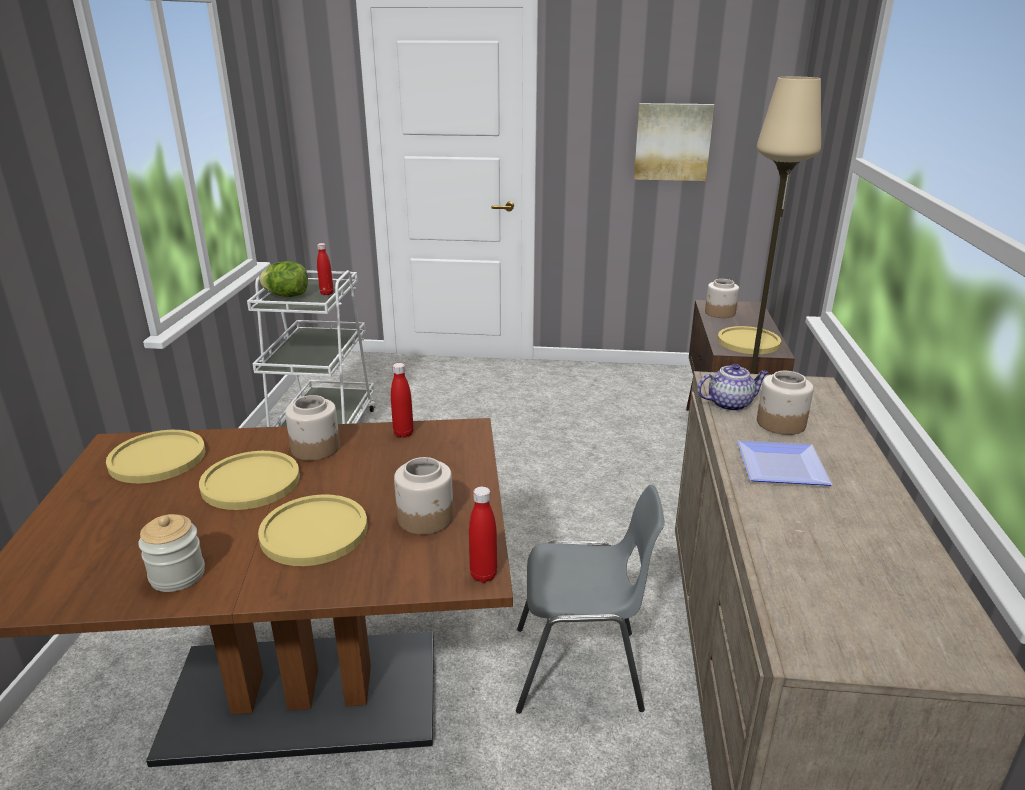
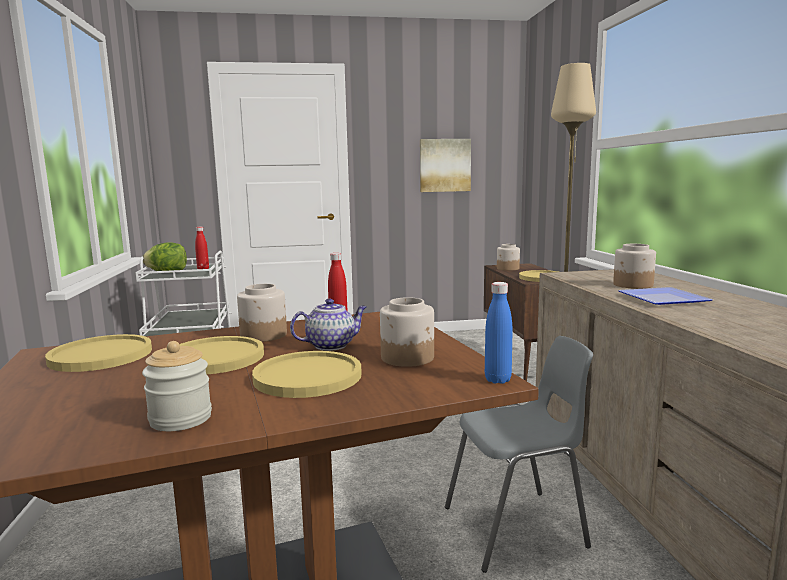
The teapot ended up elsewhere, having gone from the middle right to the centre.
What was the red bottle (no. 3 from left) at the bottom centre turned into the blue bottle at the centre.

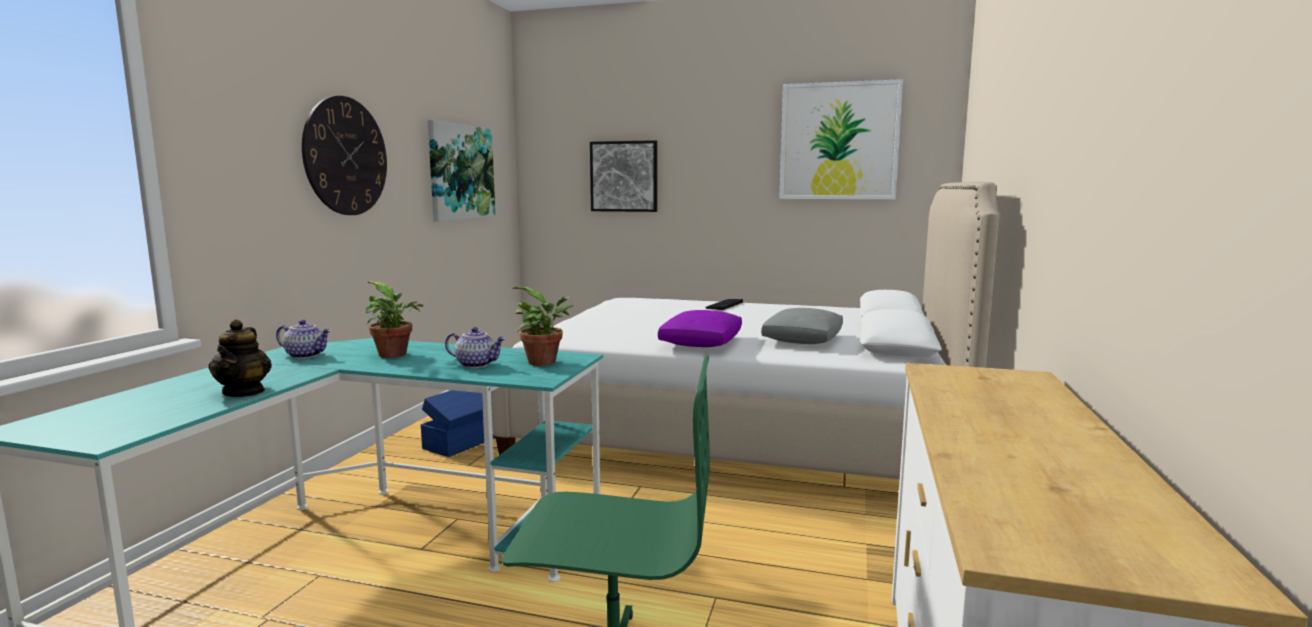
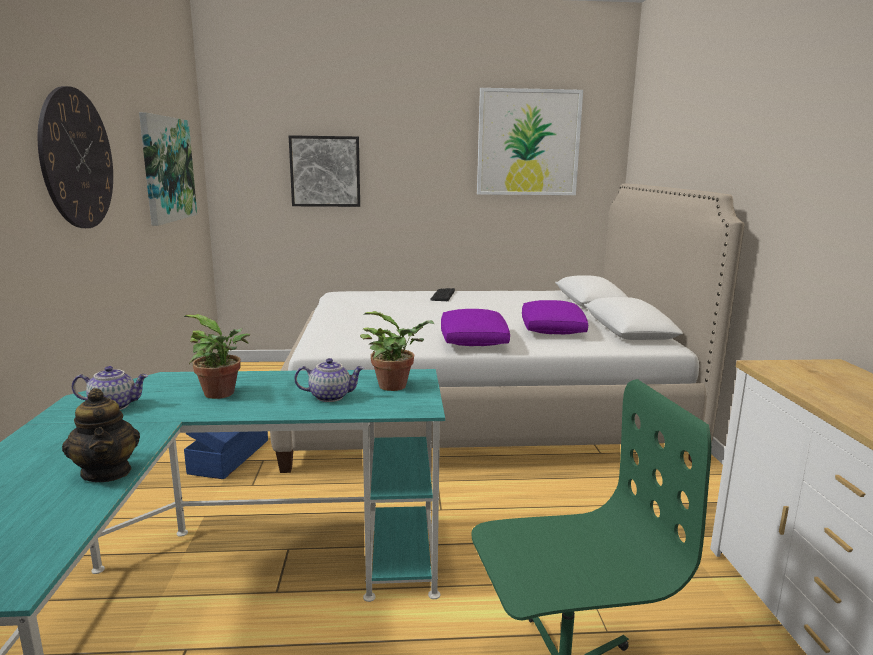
What was the grey pillow at the centre turned into the purple pillow (no. 2 from left) at the centre.

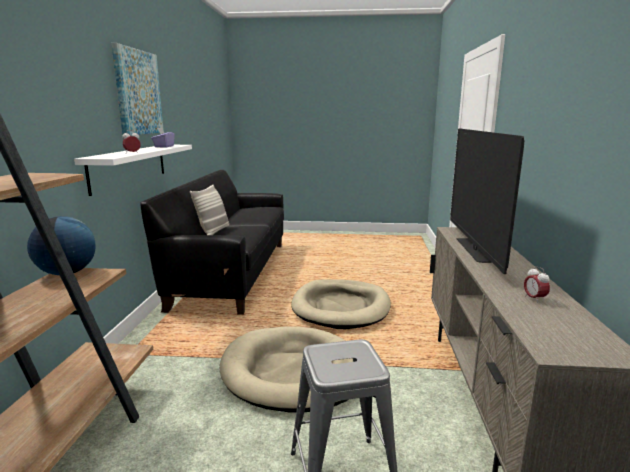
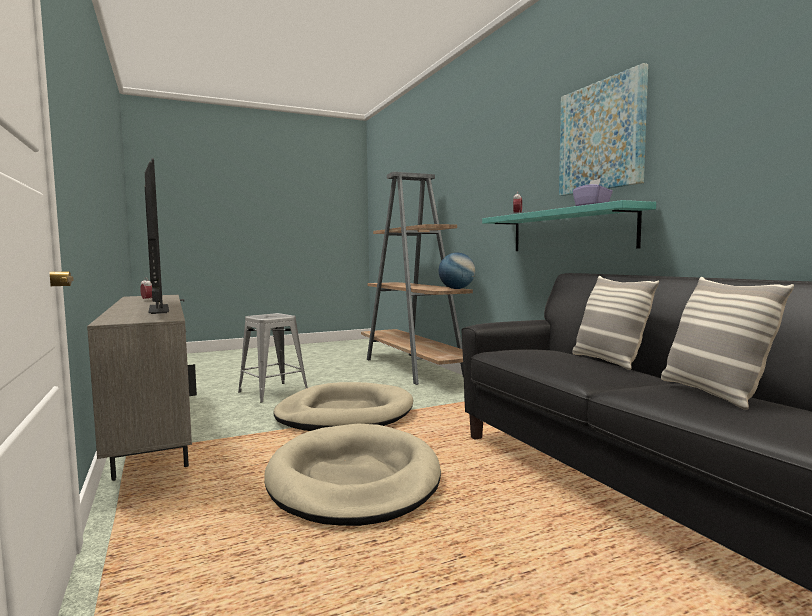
What was the white shelf at the middle left turned into the turquoise shelf at the middle right.
The second view gained the pillow (no. 2 from left) at the middle right.

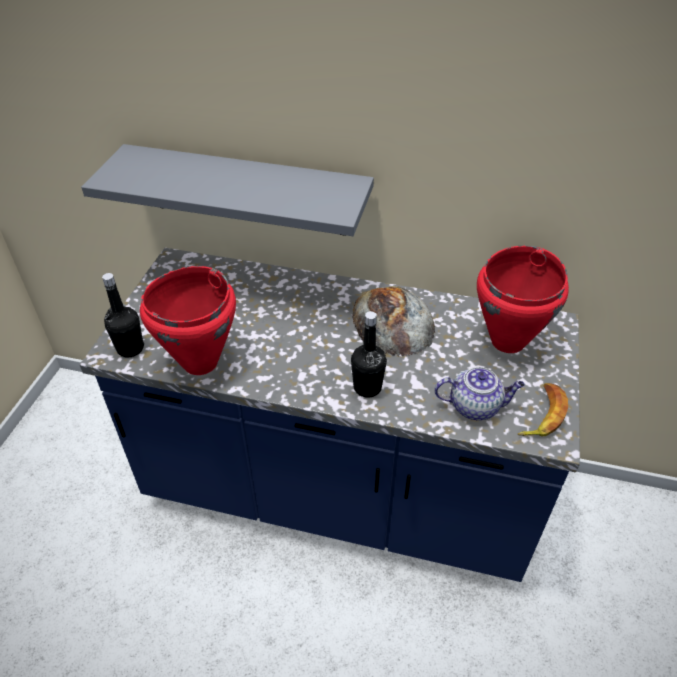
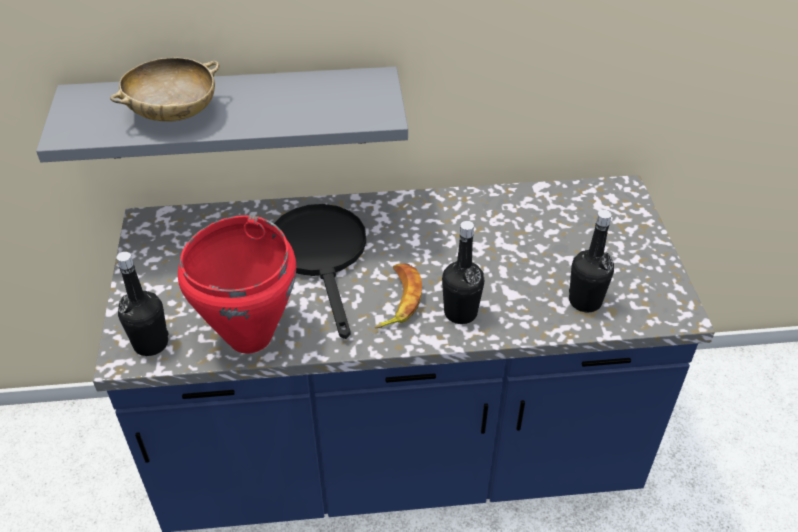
The second view lost the red cooking pot (no. 2 from left) at the middle right.
The second view lost the bread at the centre.
Where the teapot stood at the middle right, the black bottle (no. 3 from left) came to stand at the middle right.
The banana ended up elsewhere, having gone from the middle right to the centre.
The second view gained the beige bowl at the top left.
The second view gained the black frying pan at the centre.

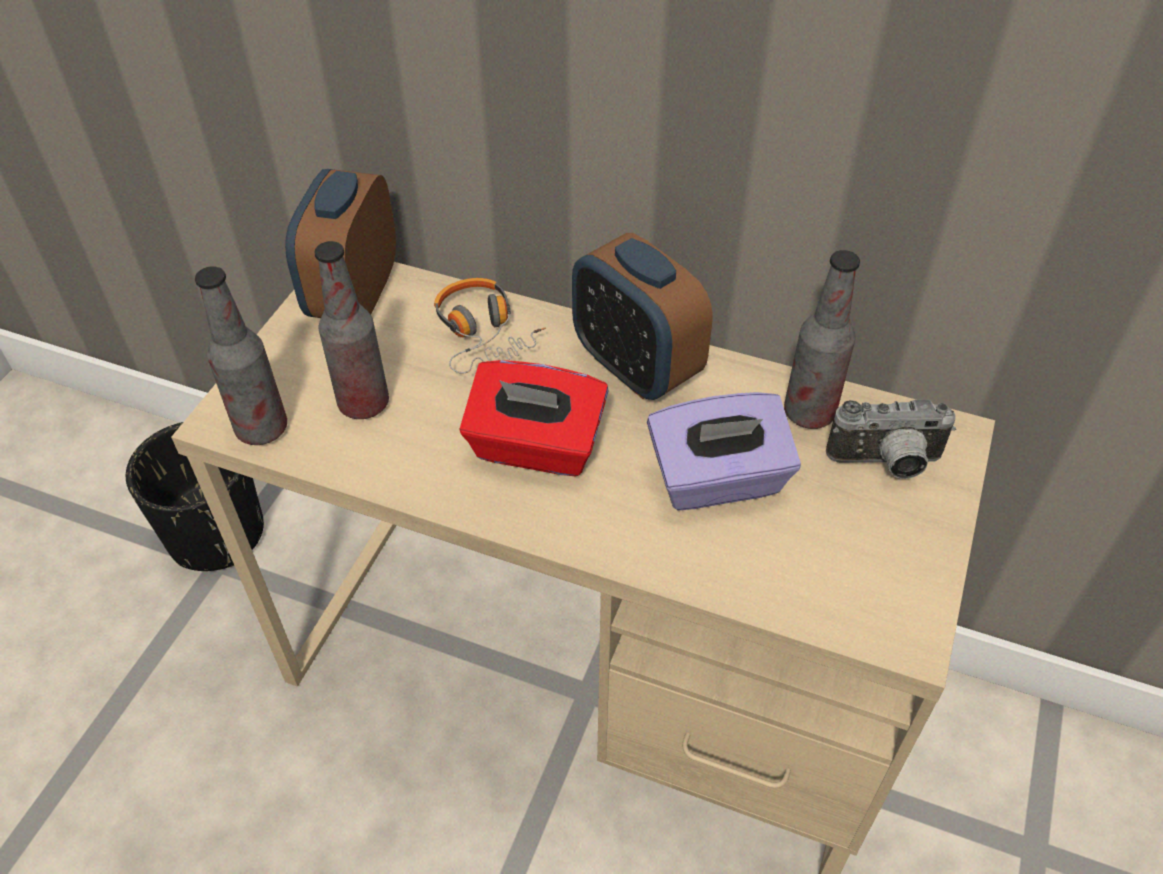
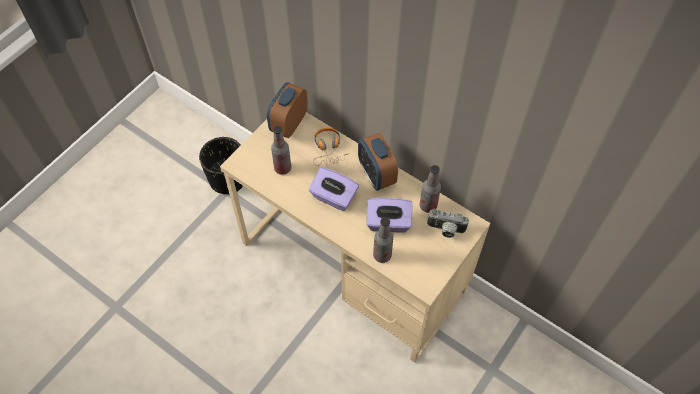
The bottle (no. 1 from left in the first image) ended up elsewhere, having gone from the middle left to the centre.
What was the red tissue box at the centre turned into the purple tissue box (no. 1 from left) at the centre.

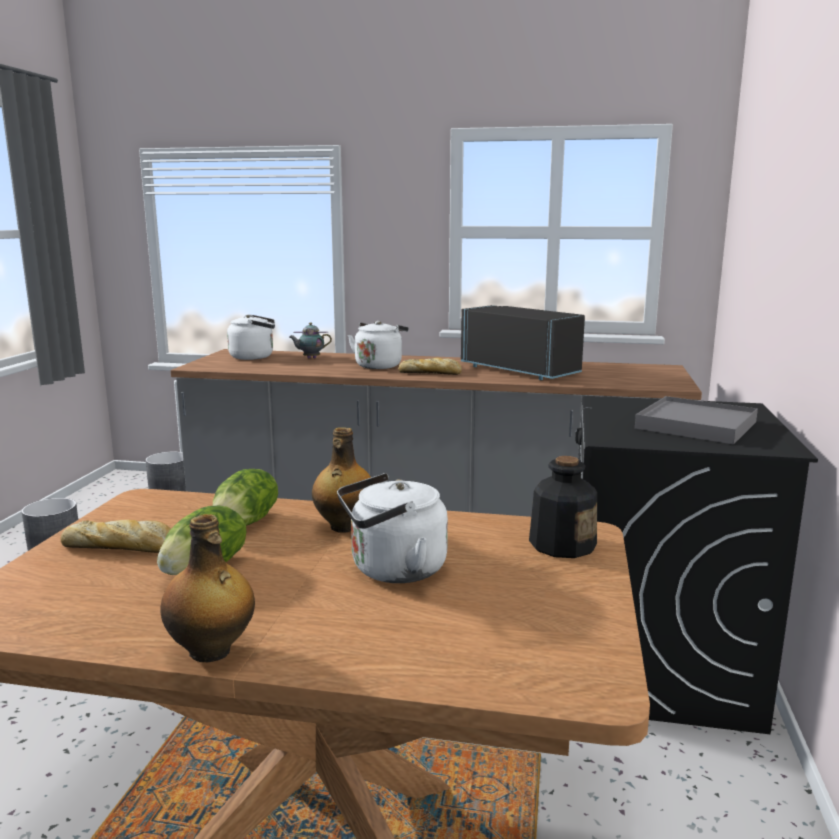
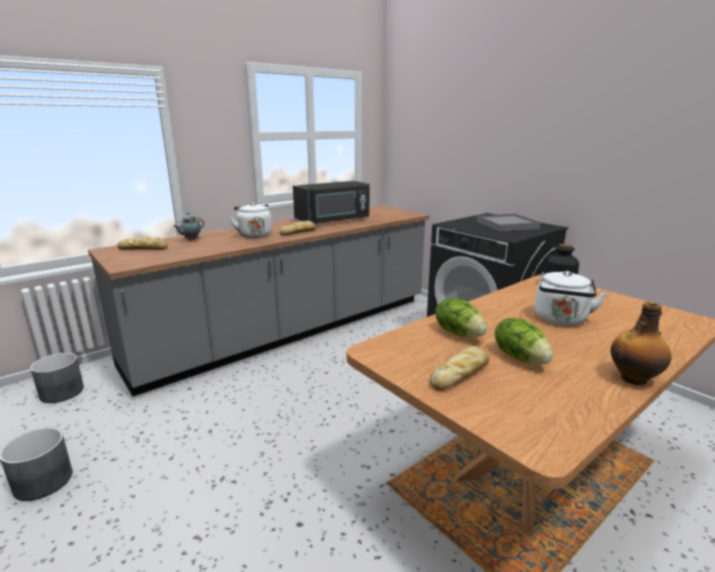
The black microwave at the centre ended up facing another way, 150 degrees clockwise from before.
Where the white kettle (no. 1 from left) stood at the middle left, the bread (no. 1 from left) came to stand at the middle left.
The second view lost the bottle (no. 2 from left) at the centre.

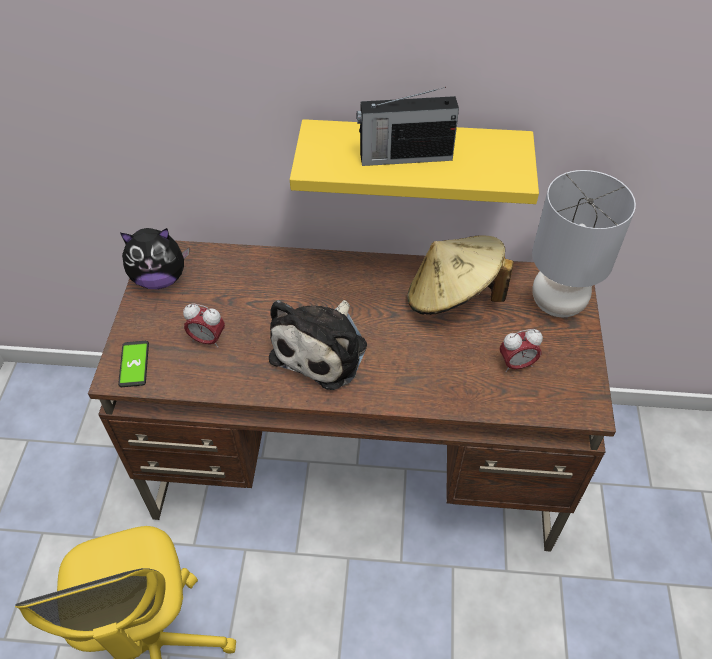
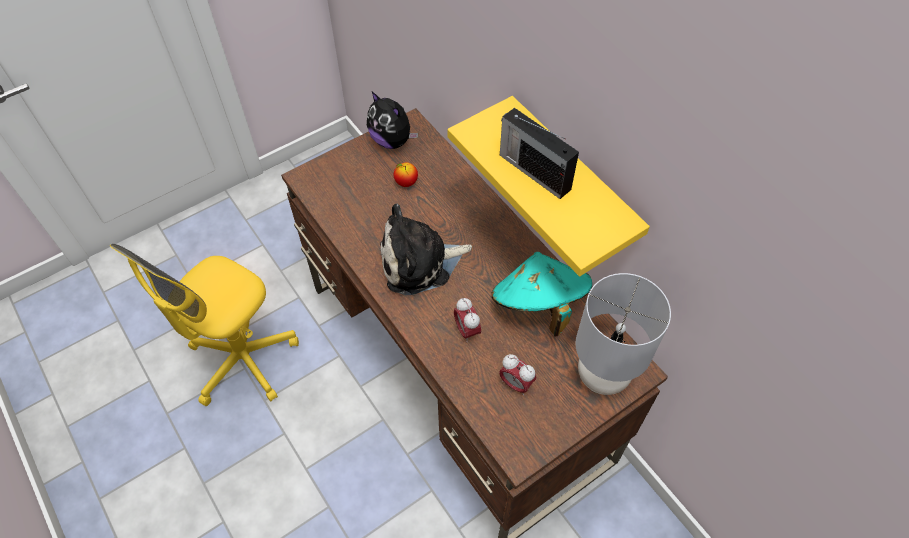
What was the beige hat at the centre turned into the turquoise hat at the centre.
The alarm clock (no. 1 from left) ended up elsewhere, having gone from the middle left to the centre.
The second view lost the phone at the middle left.
The second view gained the apple at the top centre.

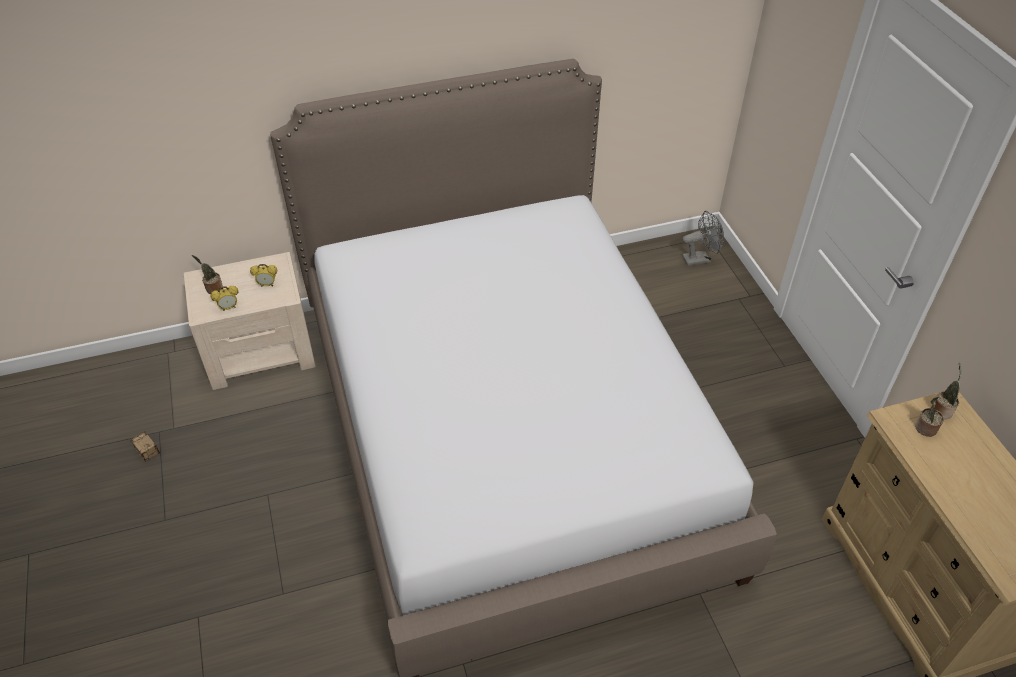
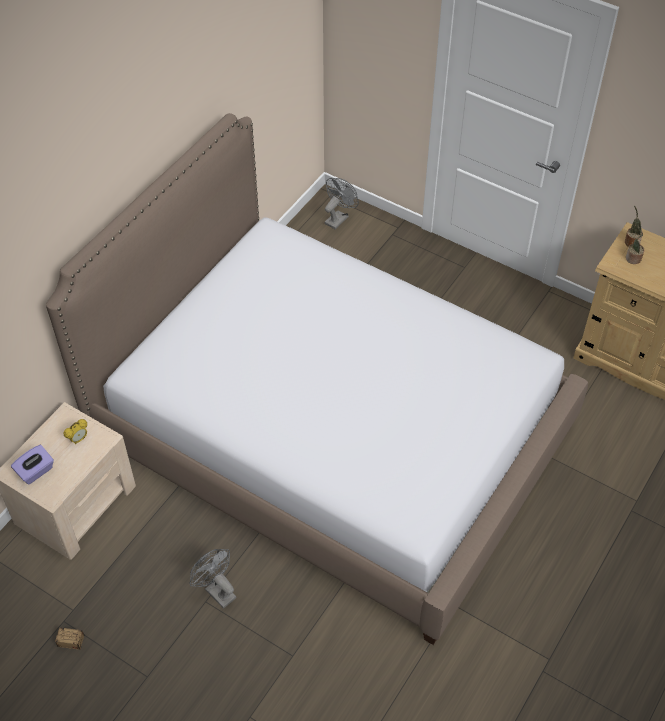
Where the potted plant (no. 1 from left) stood at the middle left, the purple tissue box came to stand at the middle left.
The second view lost the alarm clock (no. 1 from left) at the middle left.
The second view gained the grey fan (no. 1 from left) at the bottom left.

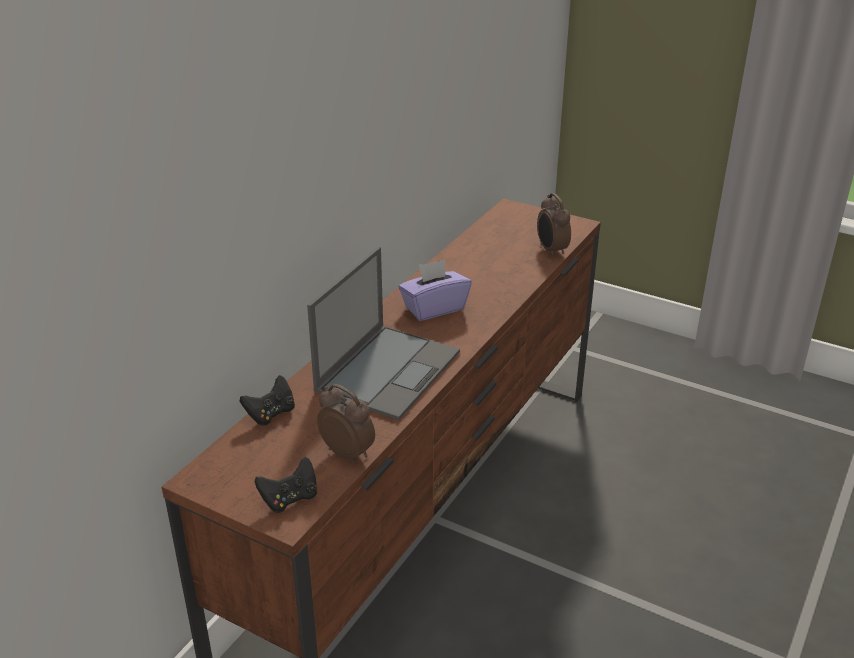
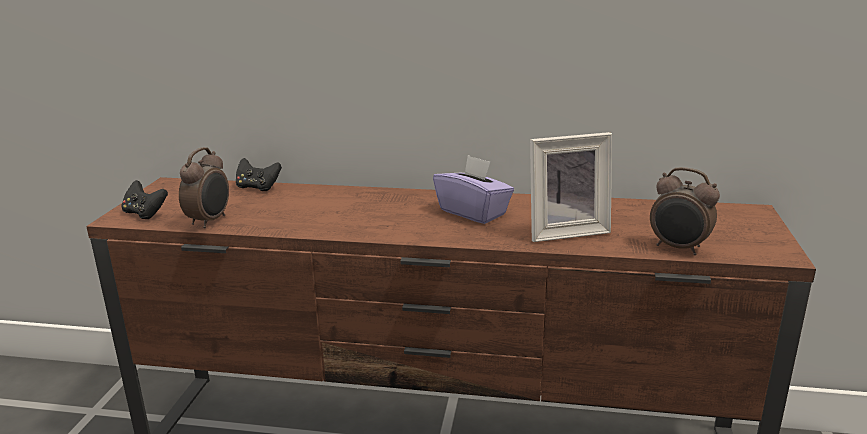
The alarm clock (no. 2 from left) at the centre ended up facing another way, 105 degrees counterclockwise from before.
The second view lost the laptop at the centre.
The second view gained the picture frame at the centre.

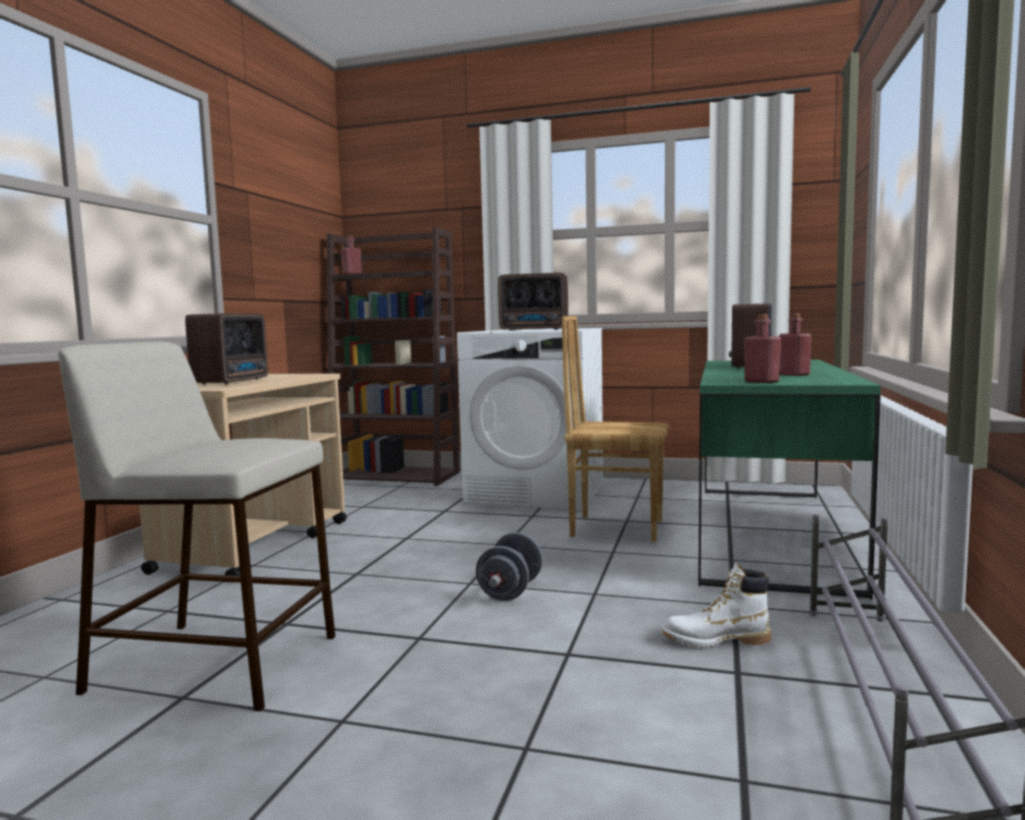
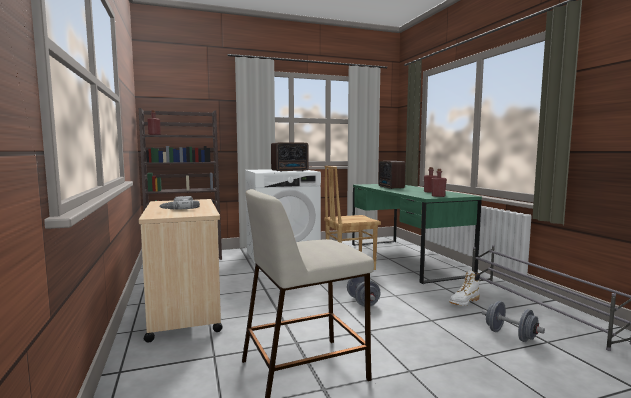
Where the radio (no. 1 from left) stood at the middle left, the power drill came to stand at the middle left.
The second view gained the grey dumbbell (no. 2 from left) at the bottom right.

